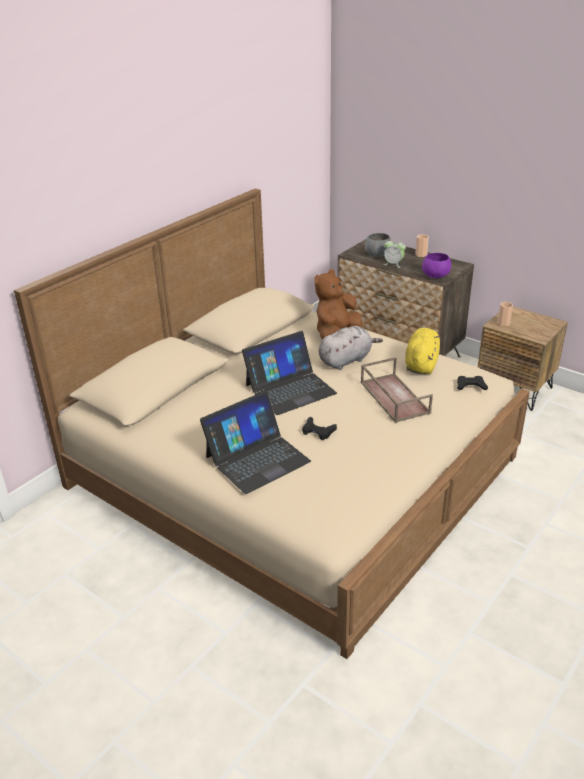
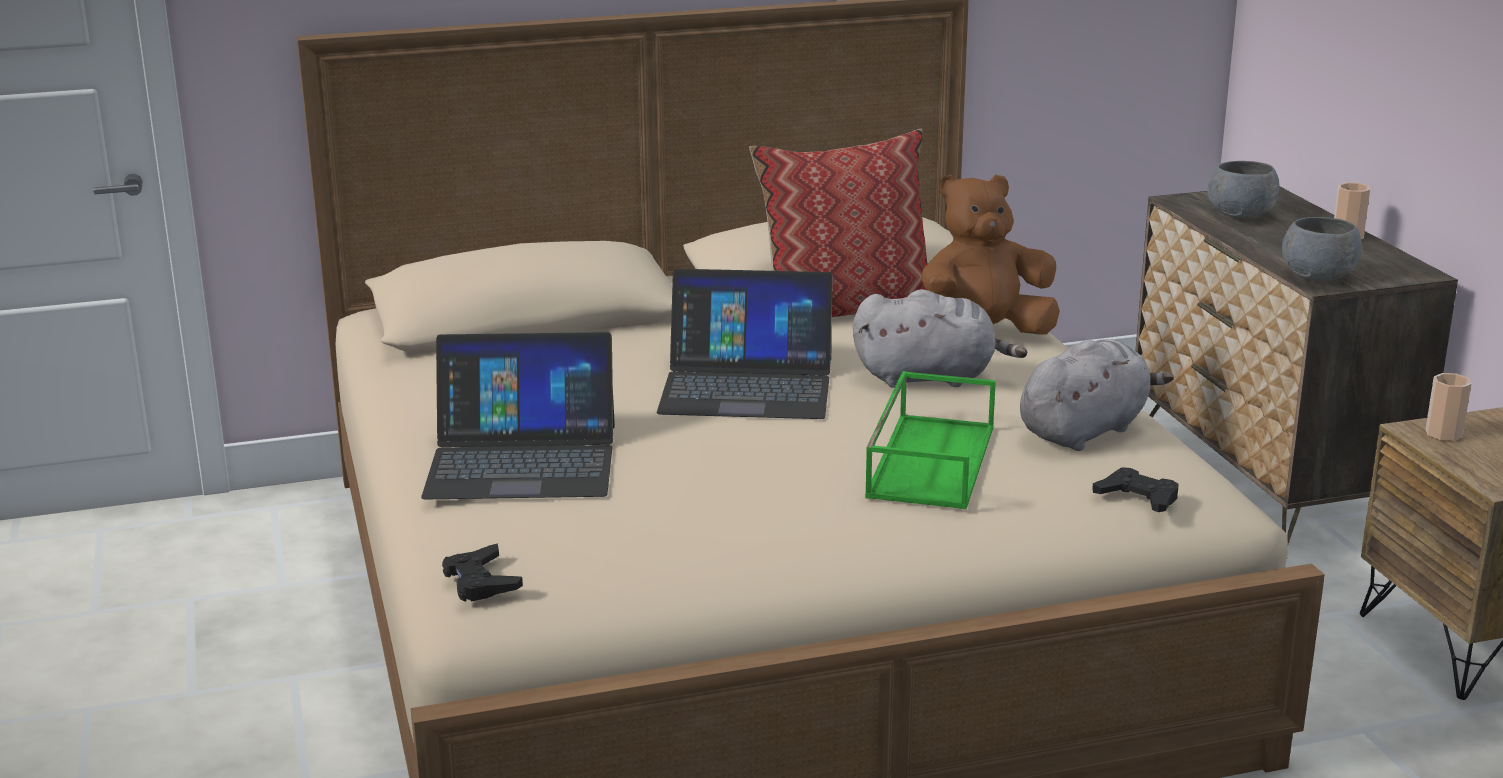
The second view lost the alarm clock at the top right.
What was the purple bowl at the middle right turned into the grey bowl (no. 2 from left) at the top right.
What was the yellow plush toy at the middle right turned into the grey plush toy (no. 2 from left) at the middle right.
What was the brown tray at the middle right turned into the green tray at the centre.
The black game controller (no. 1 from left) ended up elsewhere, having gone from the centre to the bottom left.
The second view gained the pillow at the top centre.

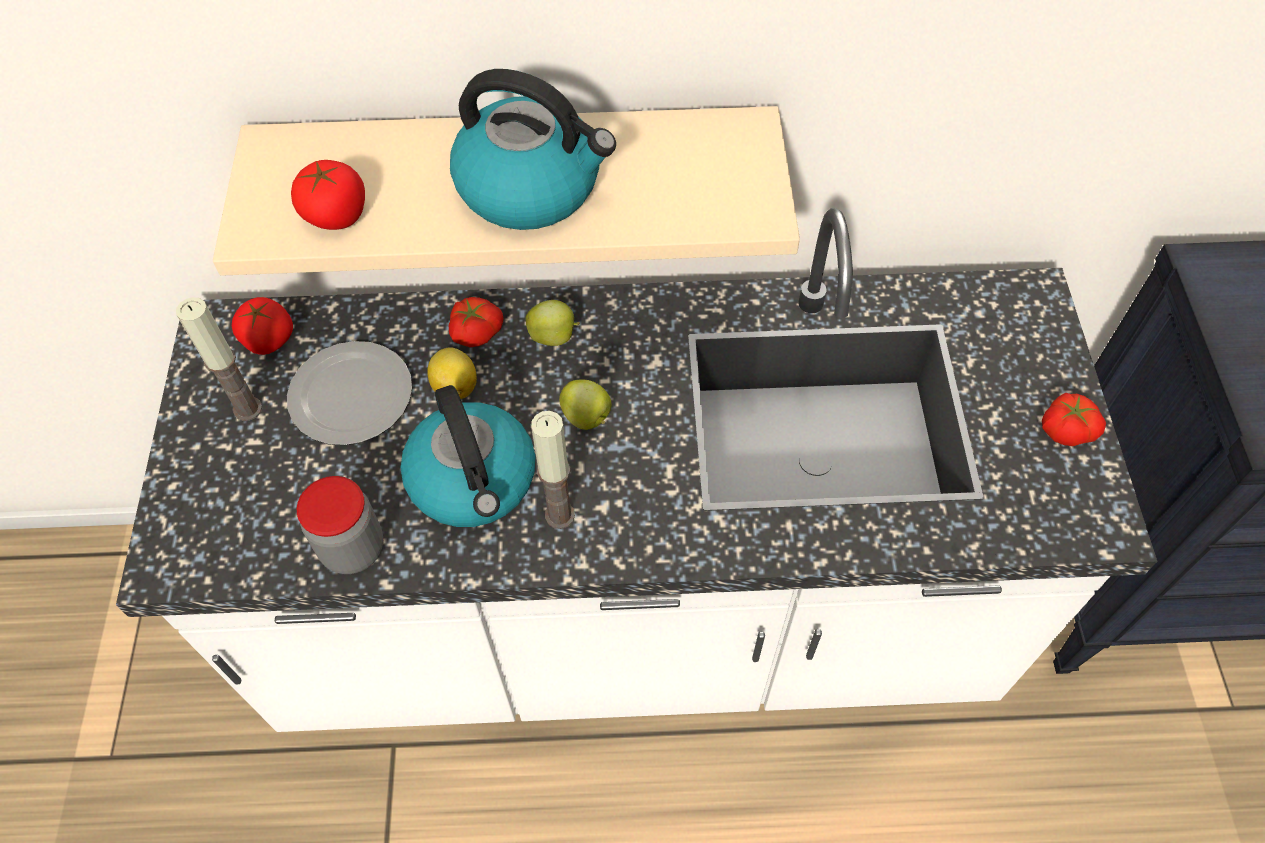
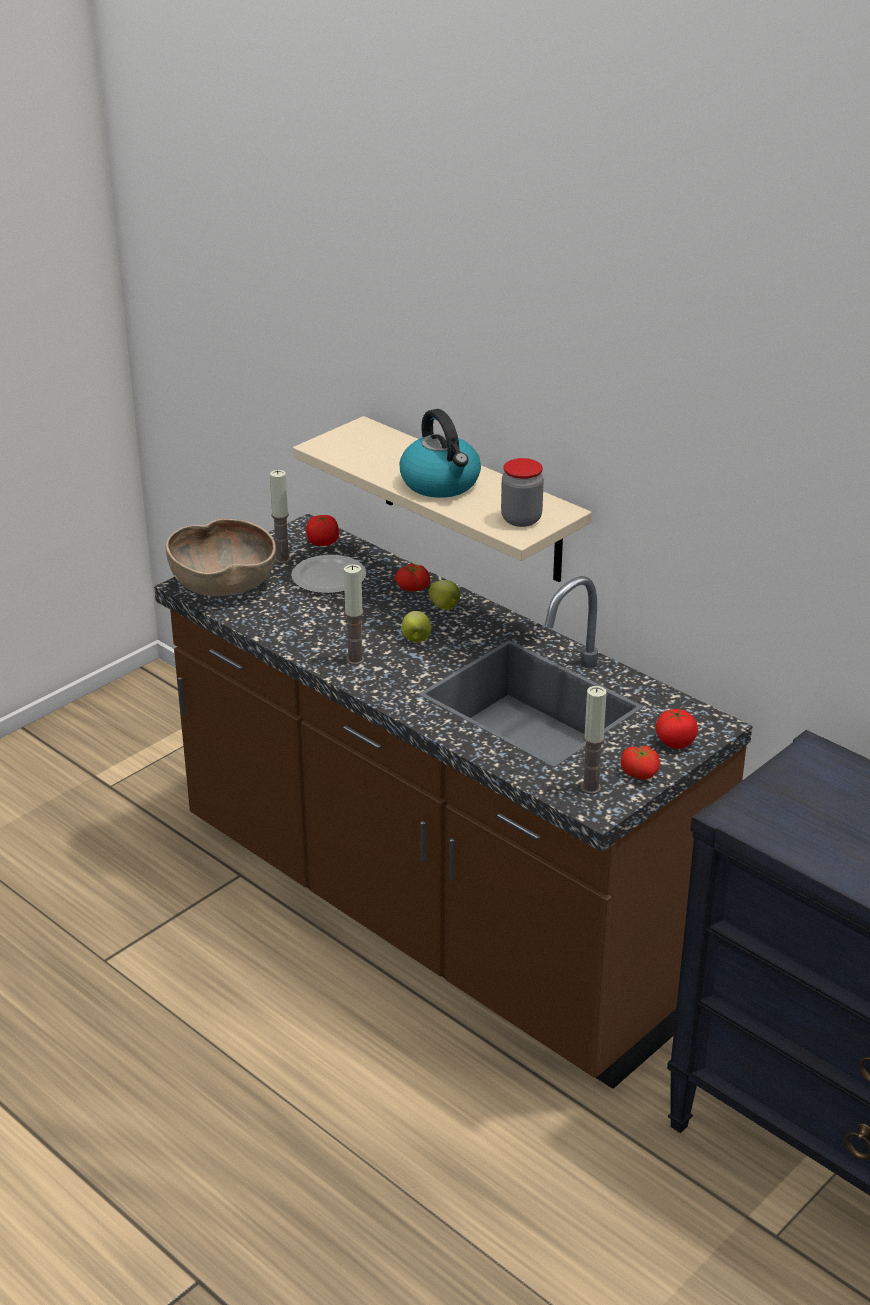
The tomato (no. 2 from left in the first image) ended up elsewhere, having gone from the top left to the middle right.
What was the white counter at the centre turned into the brown counter at the centre.
The second view lost the lemon at the centre.
The second view lost the kettle (no. 1 from left) at the centre.
The jar ended up elsewhere, having gone from the middle left to the centre.
The second view gained the brown bowl at the middle left.
The second view gained the candle (no. 3 from left) at the middle right.

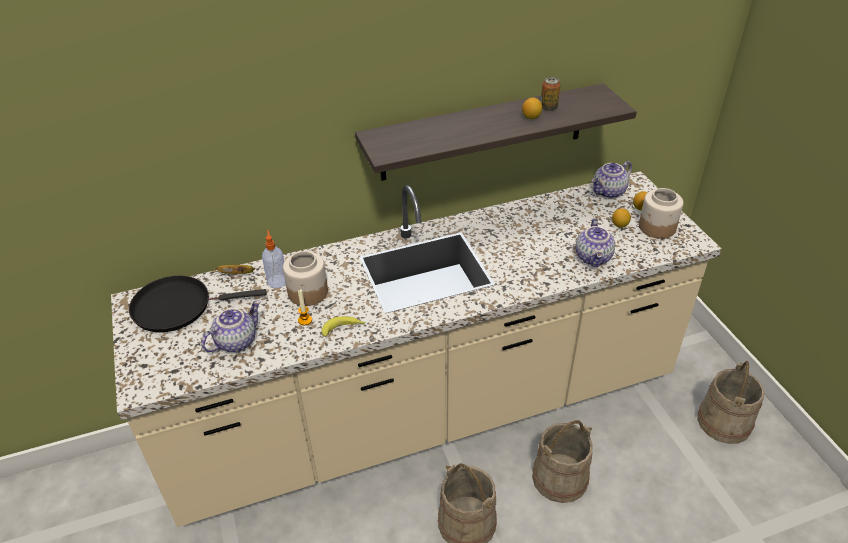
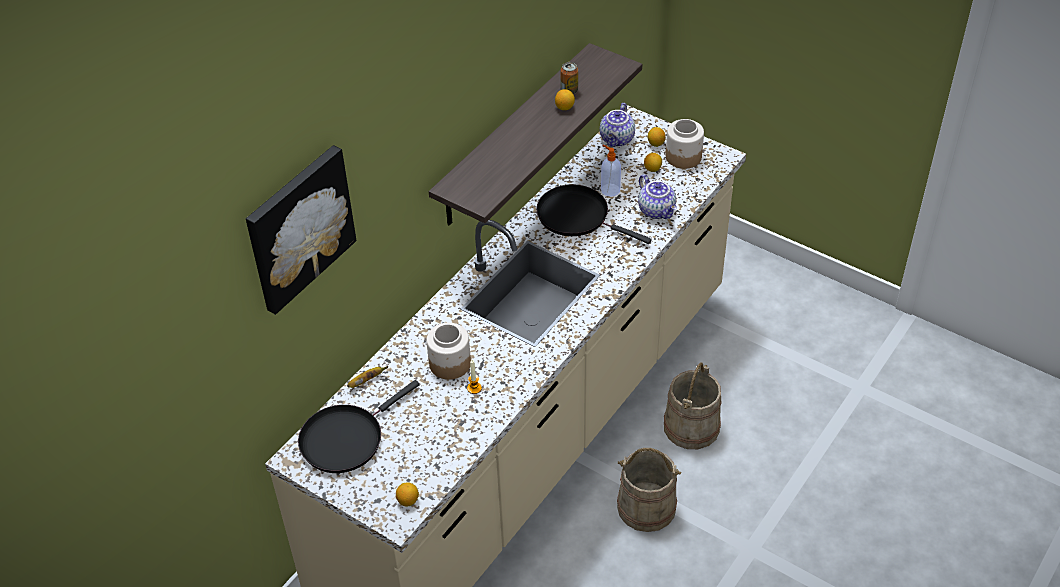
The soap dispenser ended up elsewhere, having gone from the middle left to the top centre.
The second view lost the teapot (no. 1 from left) at the middle left.
The second view lost the banana (no. 2 from left) at the centre.
The second view lost the beige bucket (no. 3 from left) at the bottom right.
The second view gained the picture at the middle left.
The second view gained the black frying pan (no. 2 from left) at the centre.
The second view gained the lemon (no. 1 from left) at the bottom centre.

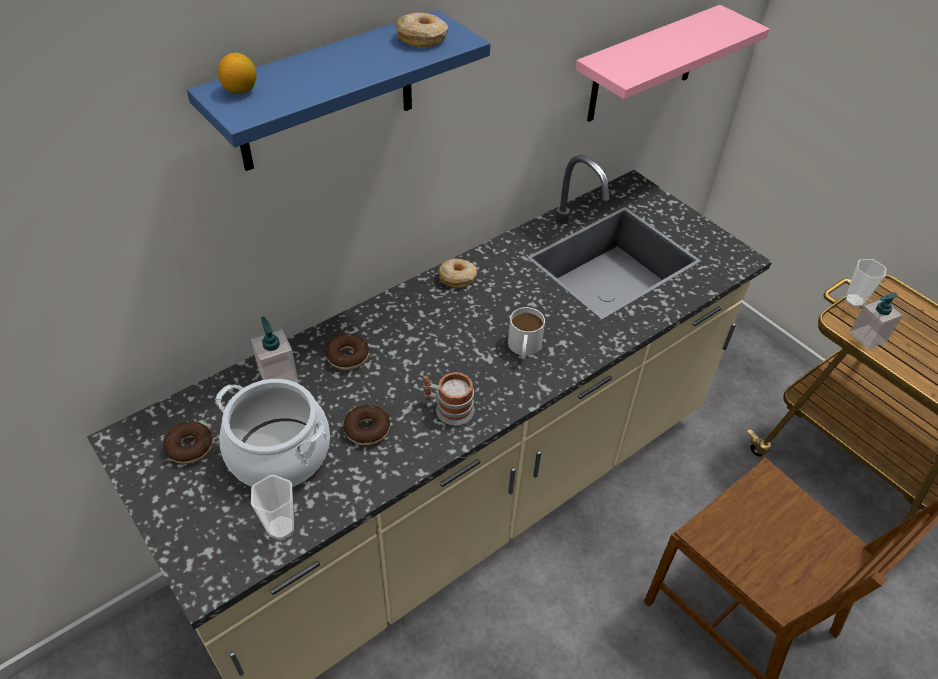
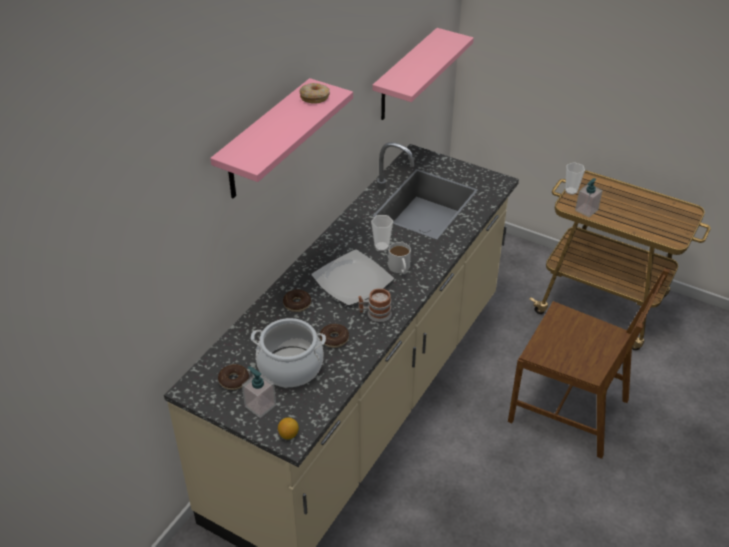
What was the blue shelf at the top centre turned into the pink shelf (no. 1 from left) at the top centre.
The lemon ended up elsewhere, having gone from the top left to the bottom centre.
The second view lost the donut (no. 5 from left) at the centre.
The soap dispenser (no. 1 from left) ended up elsewhere, having gone from the middle left to the bottom centre.
The cup (no. 1 from left) ended up elsewhere, having gone from the bottom left to the centre.
The second view gained the plate at the centre.

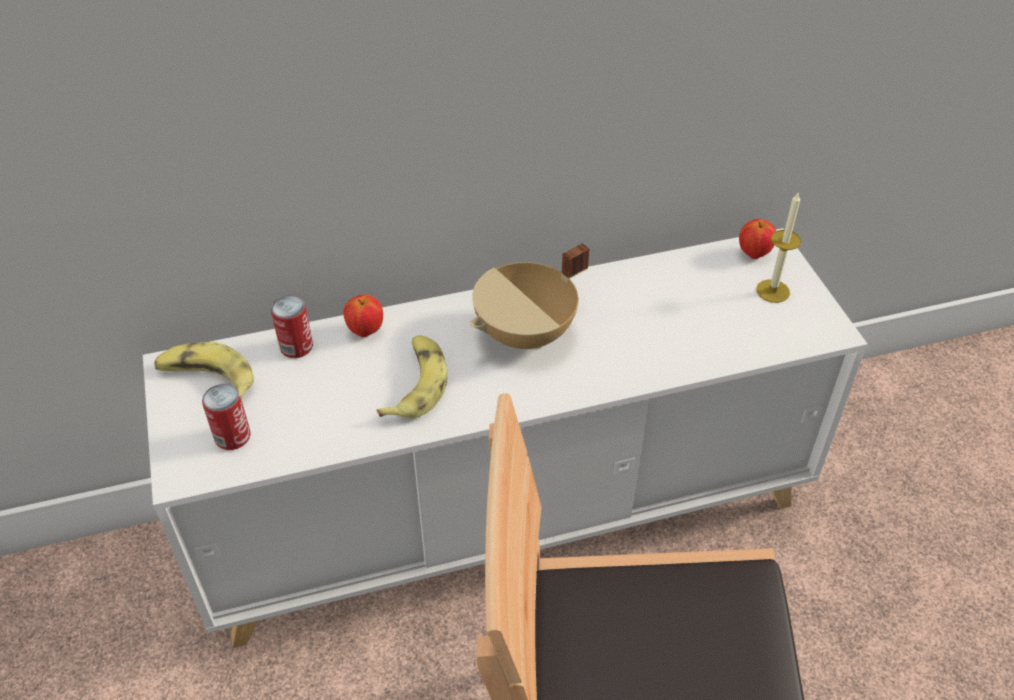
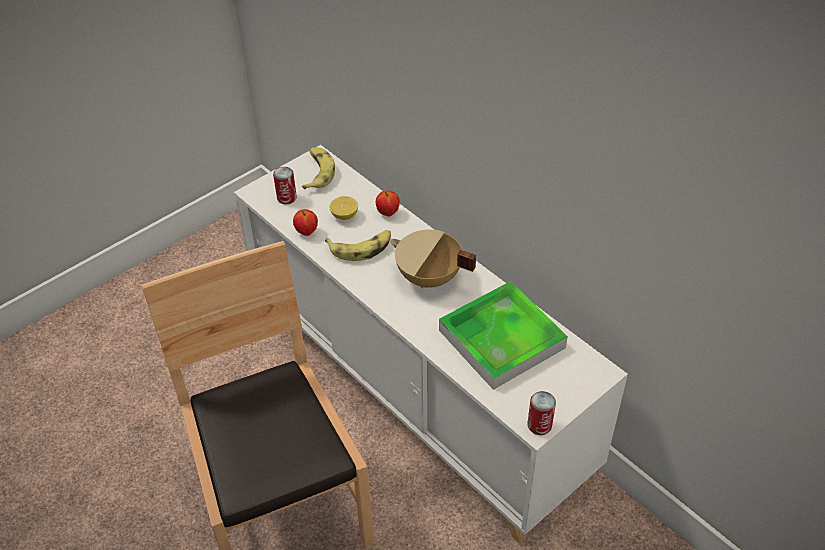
The second view lost the candle at the middle right.
The apple (no. 2 from left in the first image) ended up elsewhere, having gone from the middle right to the centre.
The can (no. 2 from left) ended up elsewhere, having gone from the middle left to the bottom centre.
The second view gained the lemon at the centre.
The second view gained the tray at the centre.

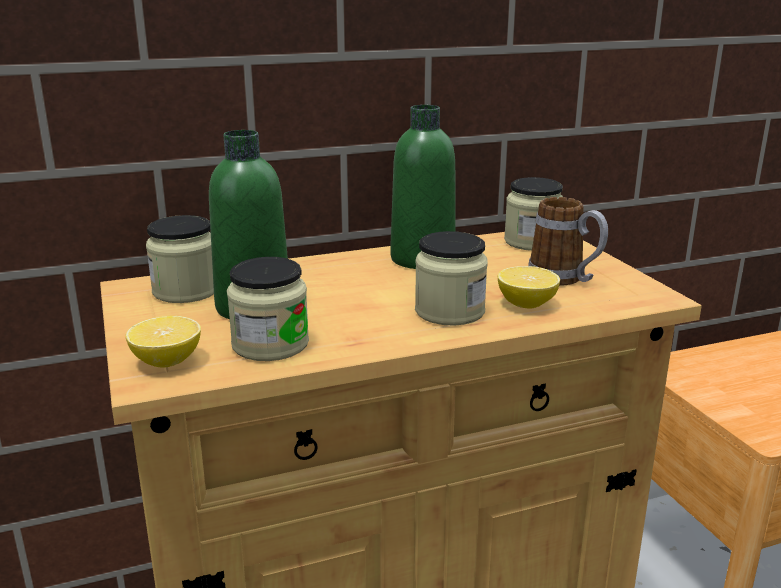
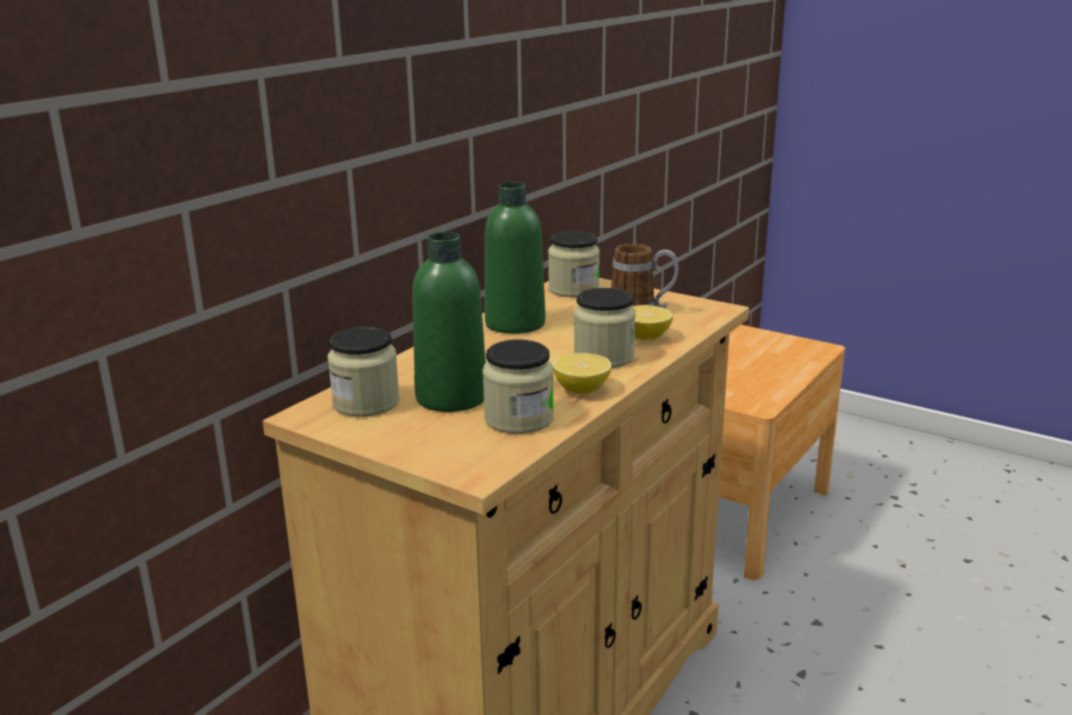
The lemon (no. 1 from left) ended up elsewhere, having gone from the middle left to the centre.

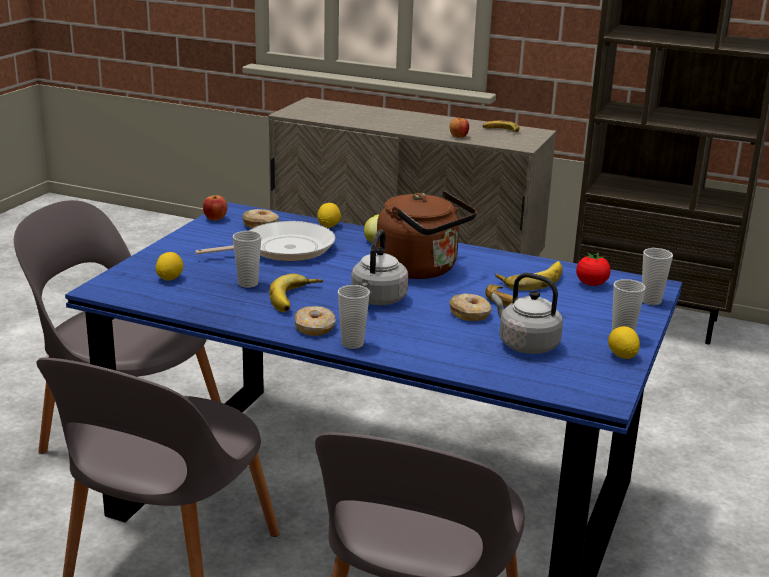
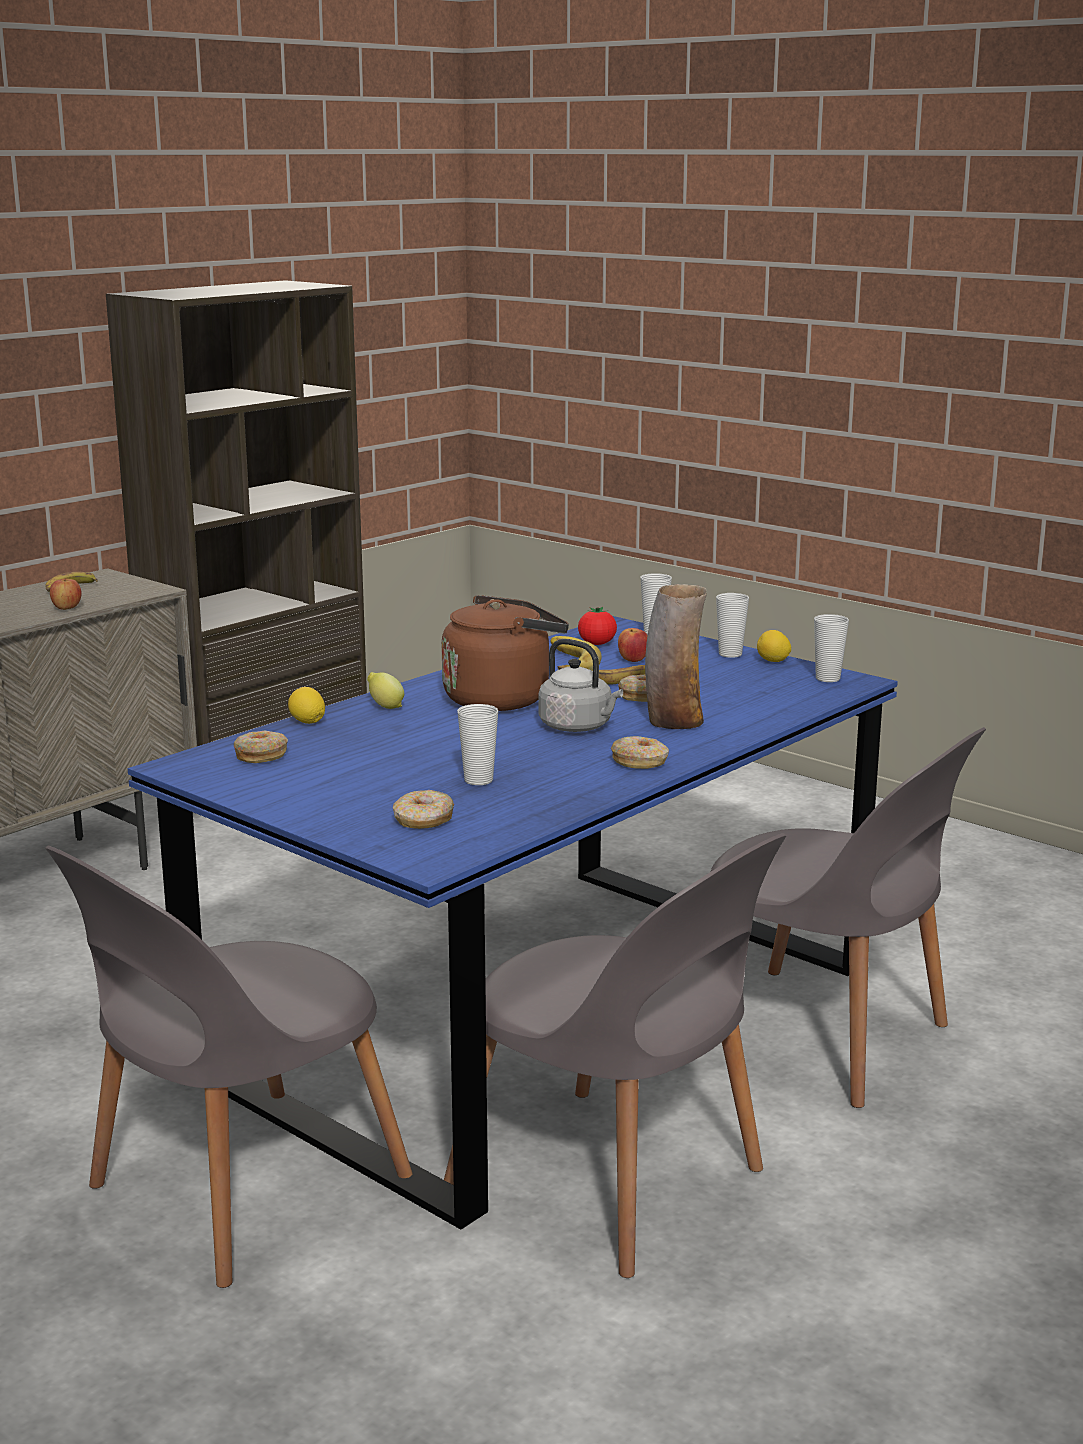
The apple (no. 1 from left in the first image) ended up elsewhere, having gone from the middle left to the centre.
The second view lost the frying pan at the centre.
Where the lemon (no. 1 from left) stood at the middle left, the donut (no. 2 from left) came to stand at the centre.
The second view lost the grey kettle (no. 2 from left) at the middle right.
The second view lost the banana (no. 1 from left) at the centre.
The cup (no. 2 from left in the first image) ended up elsewhere, having gone from the centre to the middle right.
The second view gained the vase at the centre.

